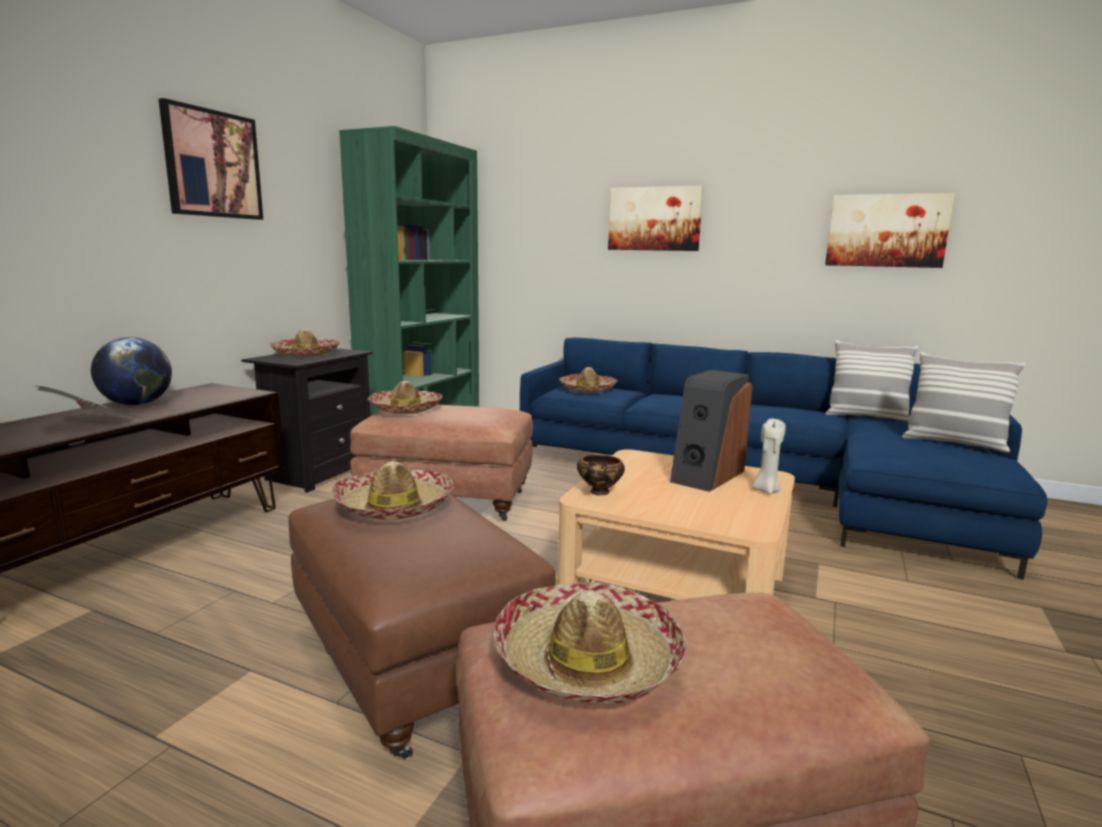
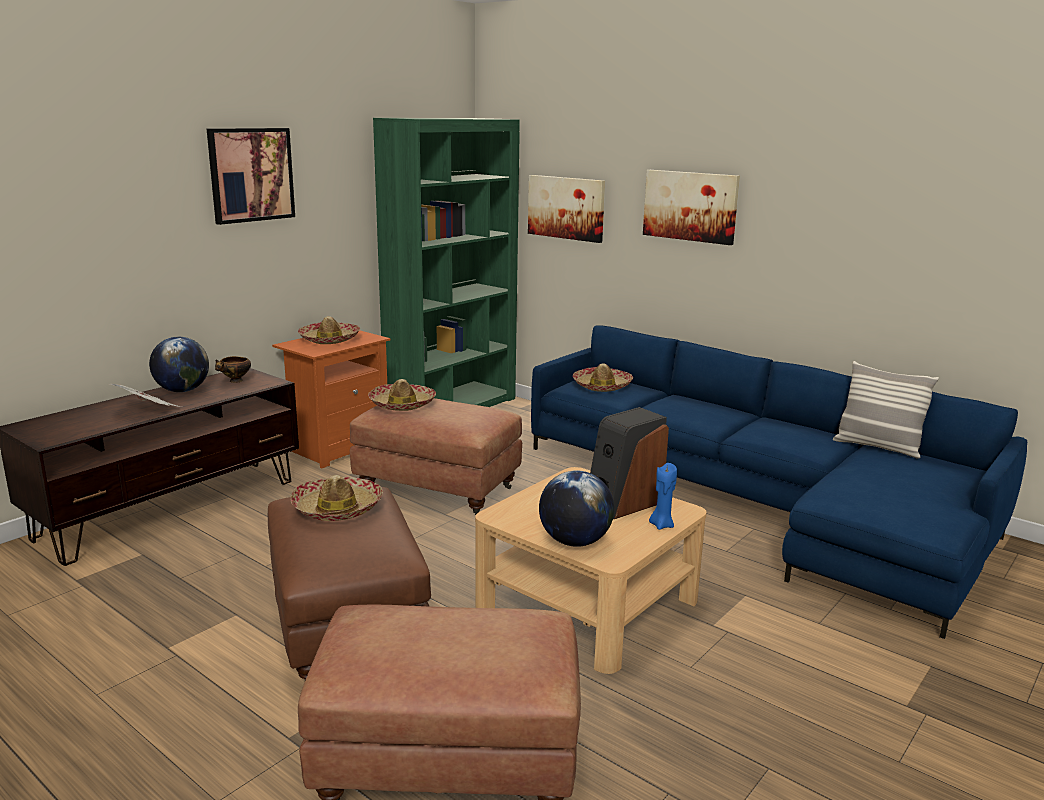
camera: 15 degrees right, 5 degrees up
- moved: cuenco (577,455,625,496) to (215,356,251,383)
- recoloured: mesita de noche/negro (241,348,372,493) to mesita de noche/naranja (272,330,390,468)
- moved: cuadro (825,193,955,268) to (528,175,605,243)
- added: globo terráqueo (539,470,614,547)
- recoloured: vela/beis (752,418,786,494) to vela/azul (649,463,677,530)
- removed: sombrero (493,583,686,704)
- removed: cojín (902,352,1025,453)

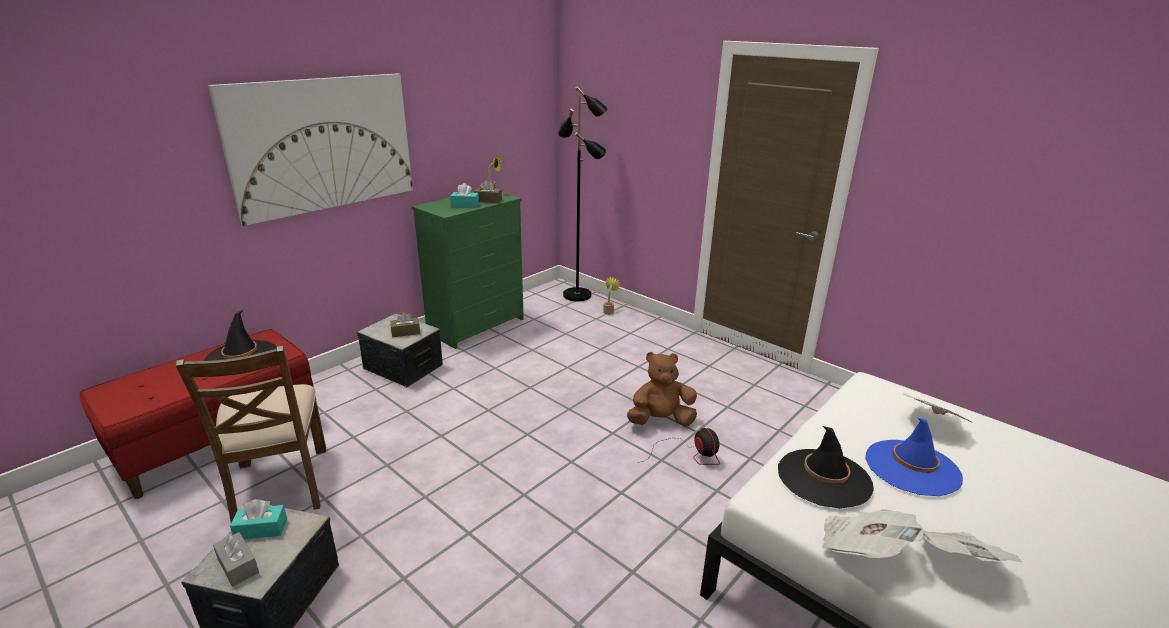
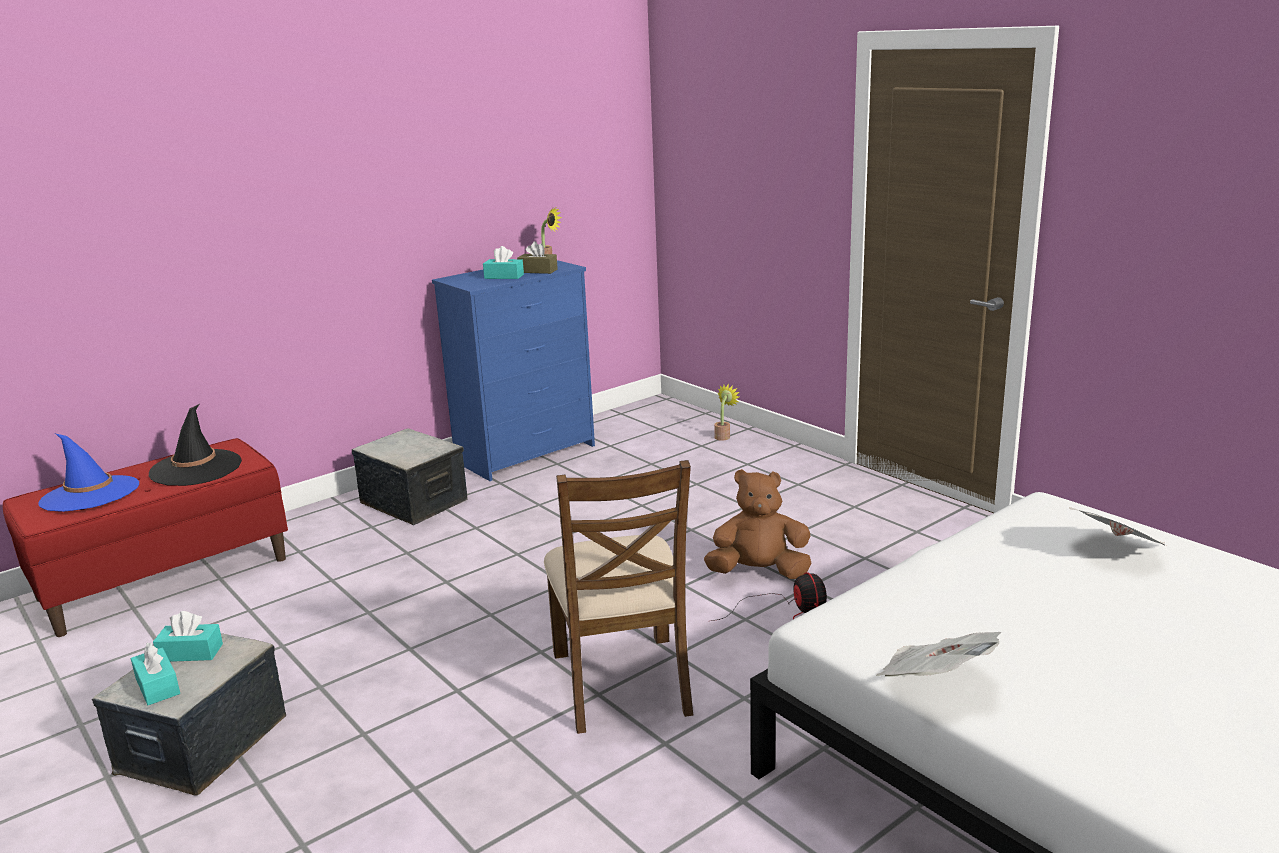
camera: 10 degrees right, 5 degrees down
- moved: sombrero/azul (865,418,963,496) to (38,433,139,512)
- recoloured: caja de pañuelos/gris (213,532,259,587) to caja de pañuelos/turquesa (131,643,180,705)
- recoloured: cómoda/verde (411,192,524,349) to cómoda/azul (432,260,595,481)
- moved: silla/marrón (176,346,326,523) to (544,460,693,734)
- removed: cuadro (208,73,413,226)
- removed: caja de pañuelos/marrón (390,312,420,337)
- removed: lámpara de pie/negro (558,86,608,302)
- removed: sombrero/negro (778,426,874,508)
- removed: periódico (923,531,1022,562)

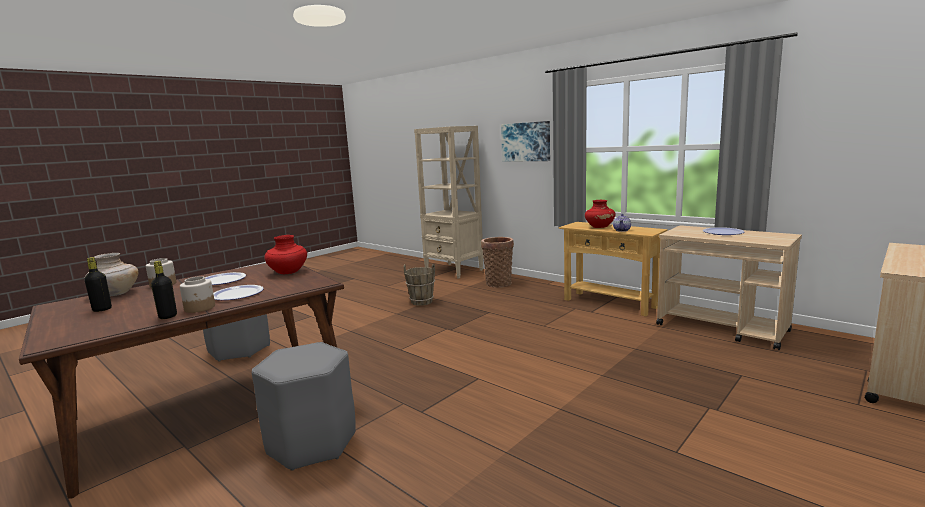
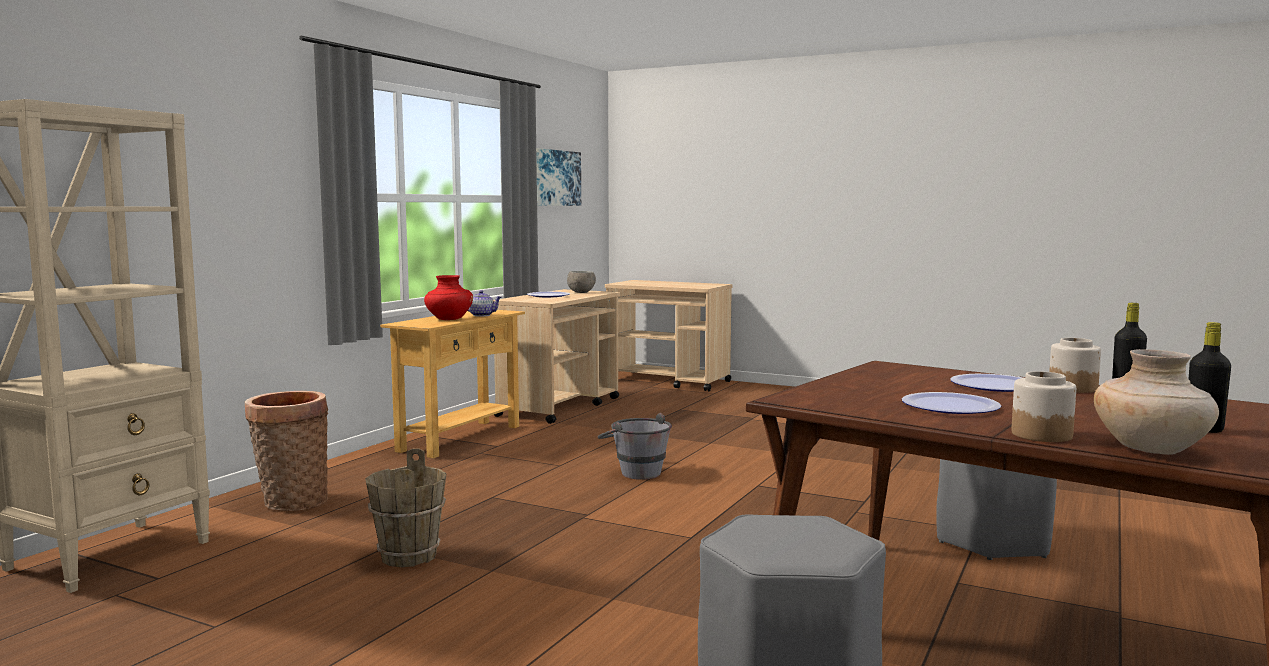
camera: 105 degrees left, 5 degrees down
- moved: cuadro (501,121,550,162) to (536,148,581,206)
- added: cuenco/gris (567,271,596,293)
- added: cubo/gris (598,413,672,480)
- removed: florero/rojo (264,235,307,274)

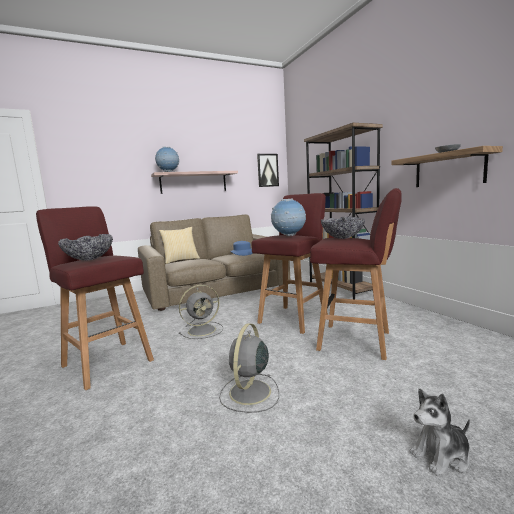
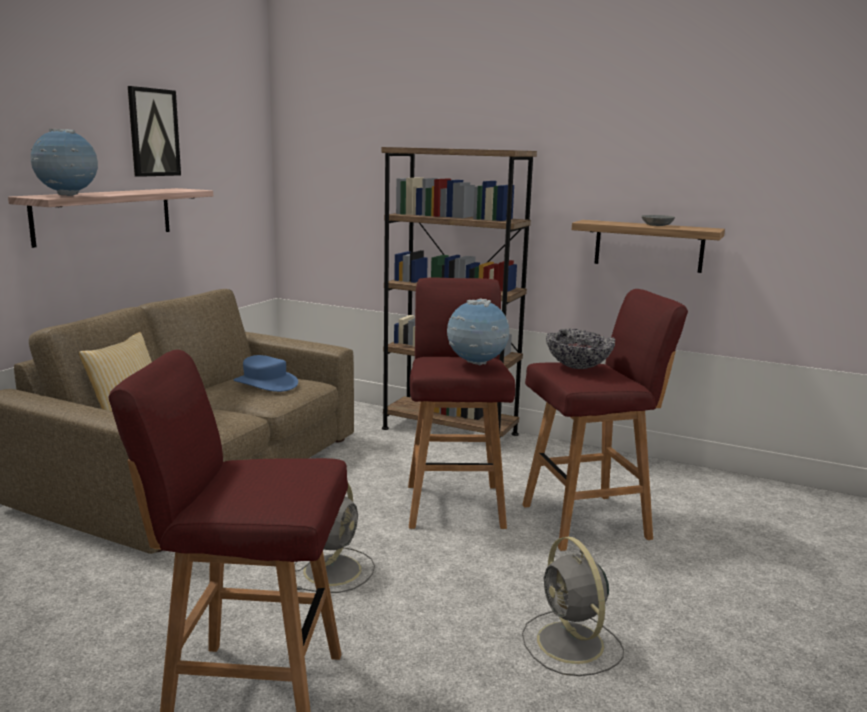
camera: 40 degrees left, 5 degrees up
- moved: cuadro (257,154,279,187) to (128,86,181,177)
- removed: cuenco (58,234,113,261)
- removed: peluche (410,388,470,476)

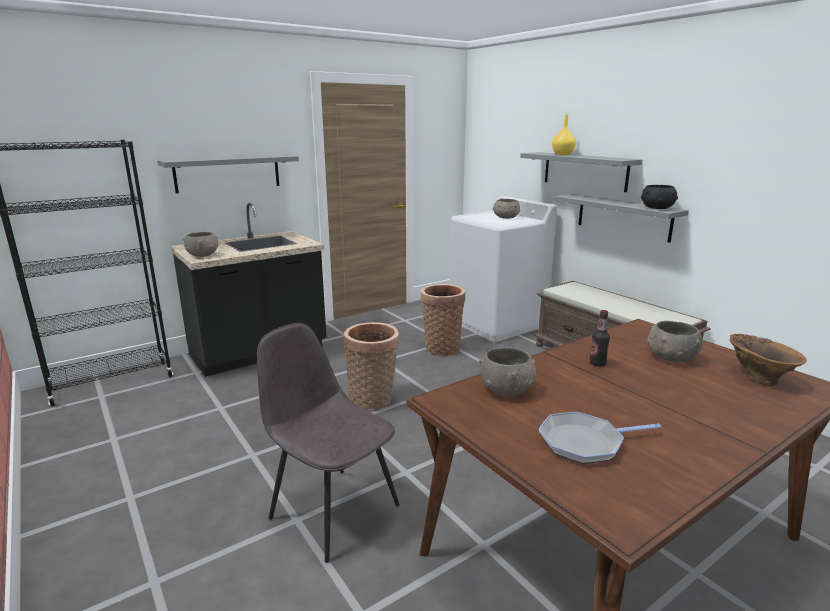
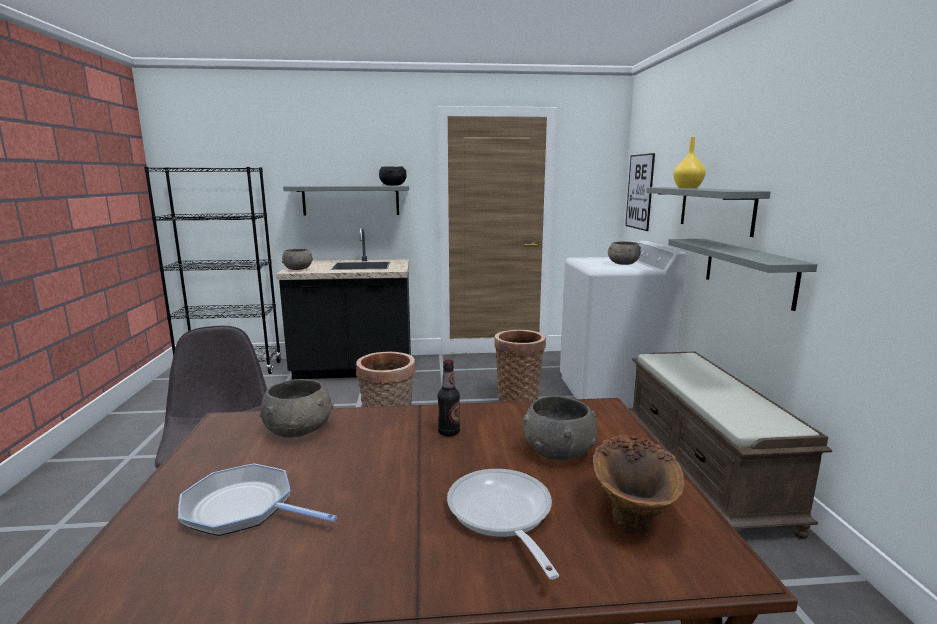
camera: 30 degrees right, 5 degrees down
- moved: cuenco/negro (640,185,678,209) to (379,166,407,186)
- added: sartén (447,469,559,579)
- added: cuadro (625,153,655,231)

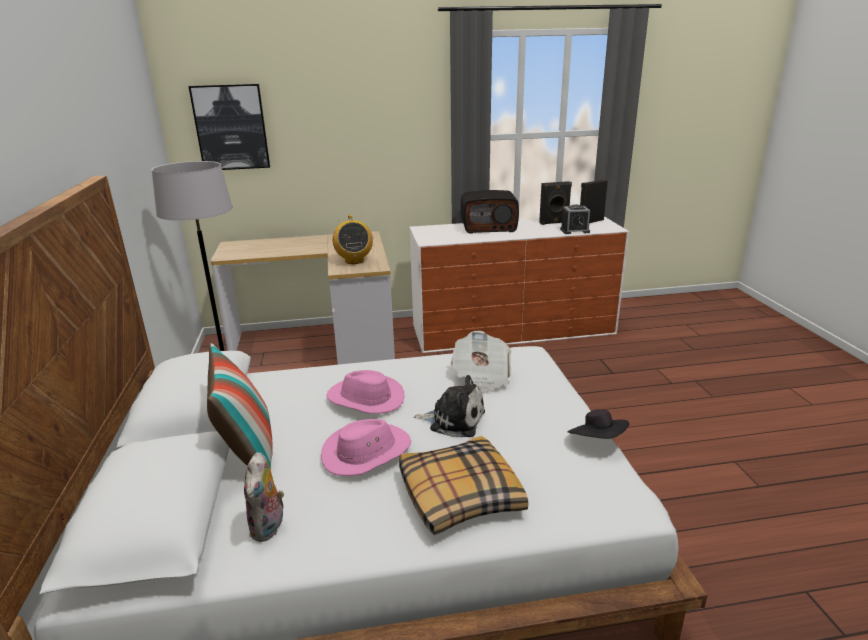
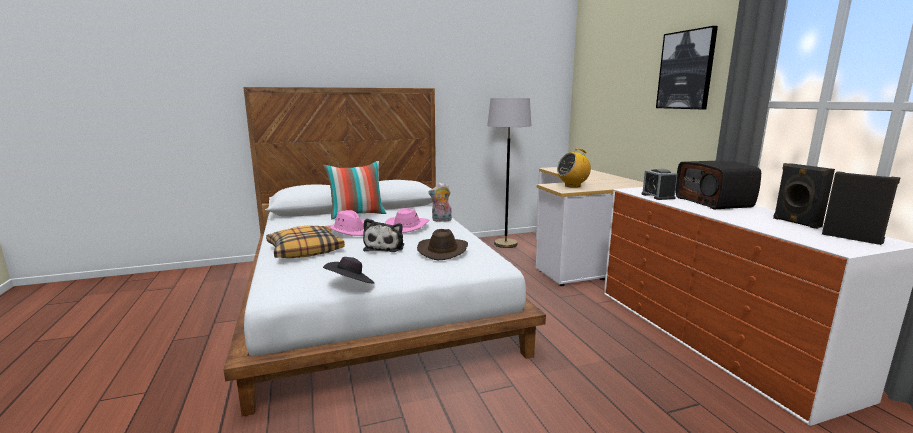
camera: 80 degrees right, 10 degrees down
- replaced: periódico (451,331,511,394) to sombrero/marrón (417,229,468,260)
- moved: peluche (244,452,284,542) to (428,182,452,222)
- moved: despertador (560,205,590,234) to (642,169,678,200)
- moved: cuadro (188,84,270,170) to (656,26,718,109)

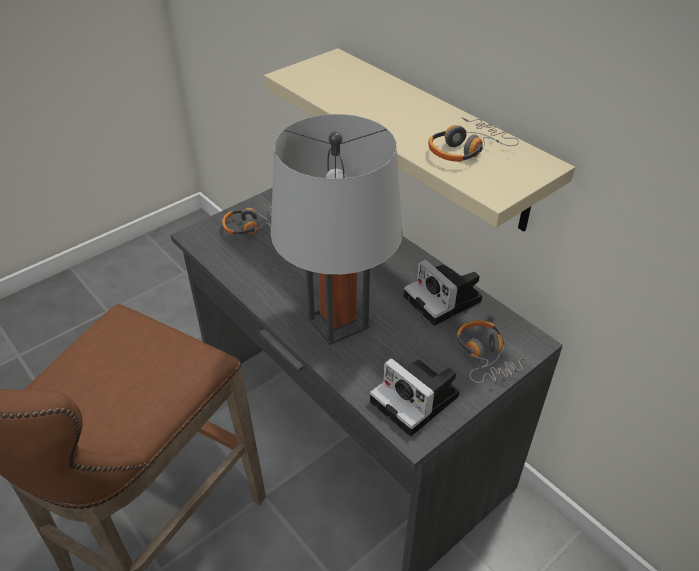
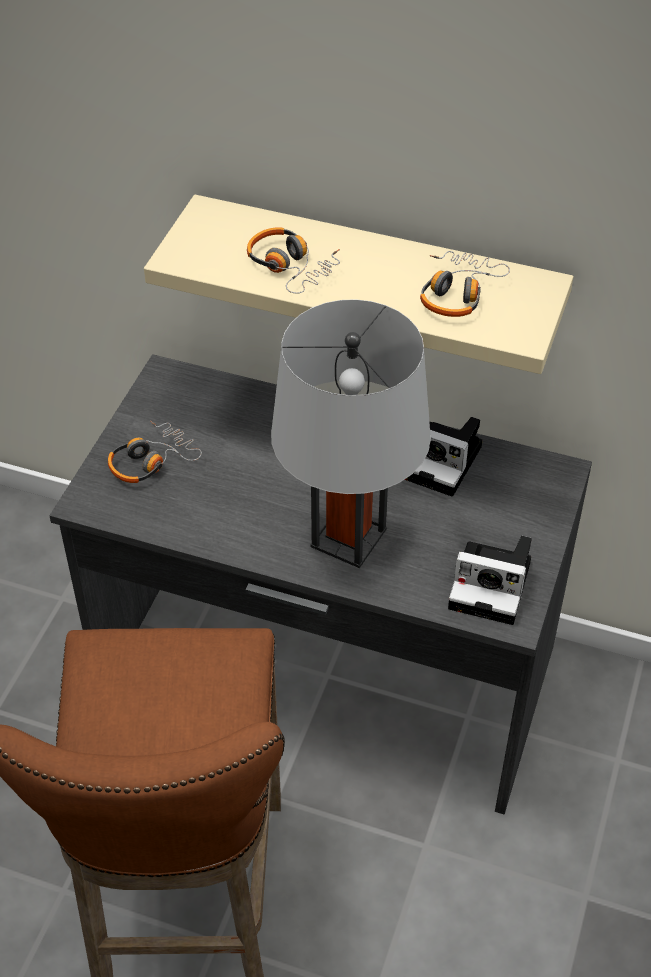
camera: 30 degrees left, 5 degrees up
- moved: auriculares (457,320,527,383) to (247,227,340,294)

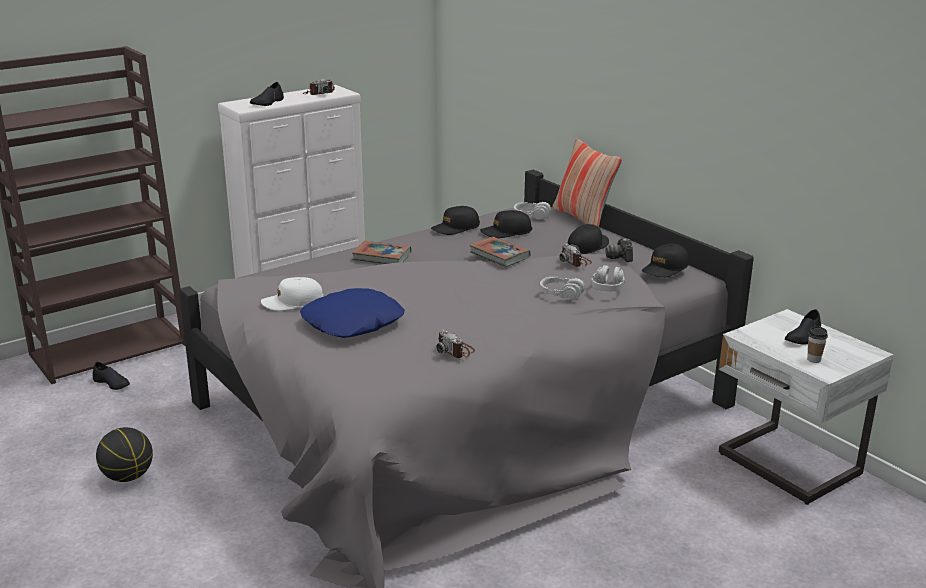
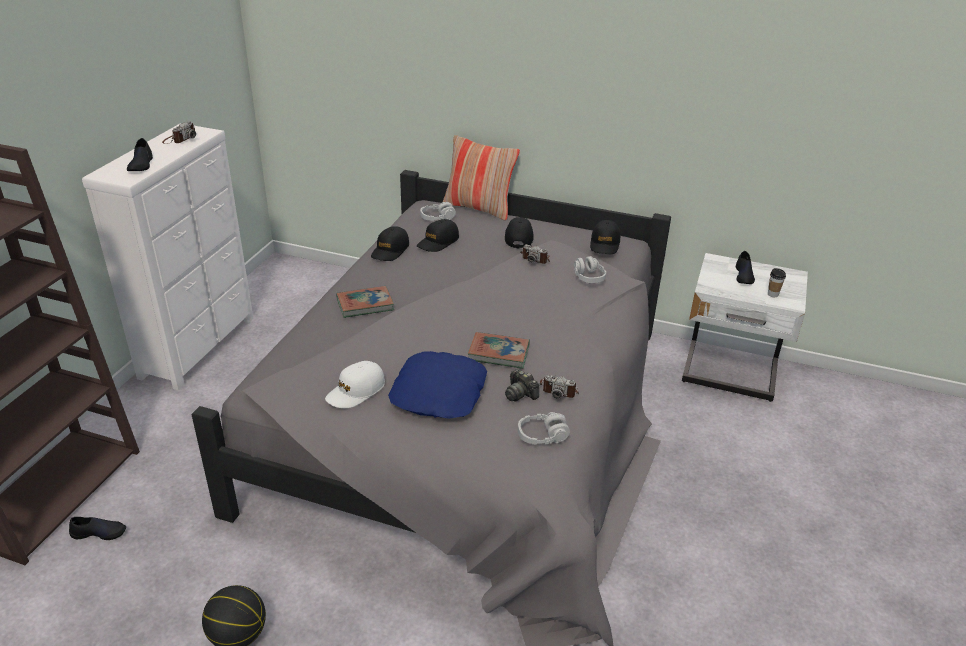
camera: 35 degrees left, 10 degrees up
- moved: libro (469,237,530,267) to (468,332,530,369)
- moved: cámara (605,238,633,262) to (505,369,539,401)
- moved: auriculares/gris (540,277,585,300) to (518,412,570,445)

